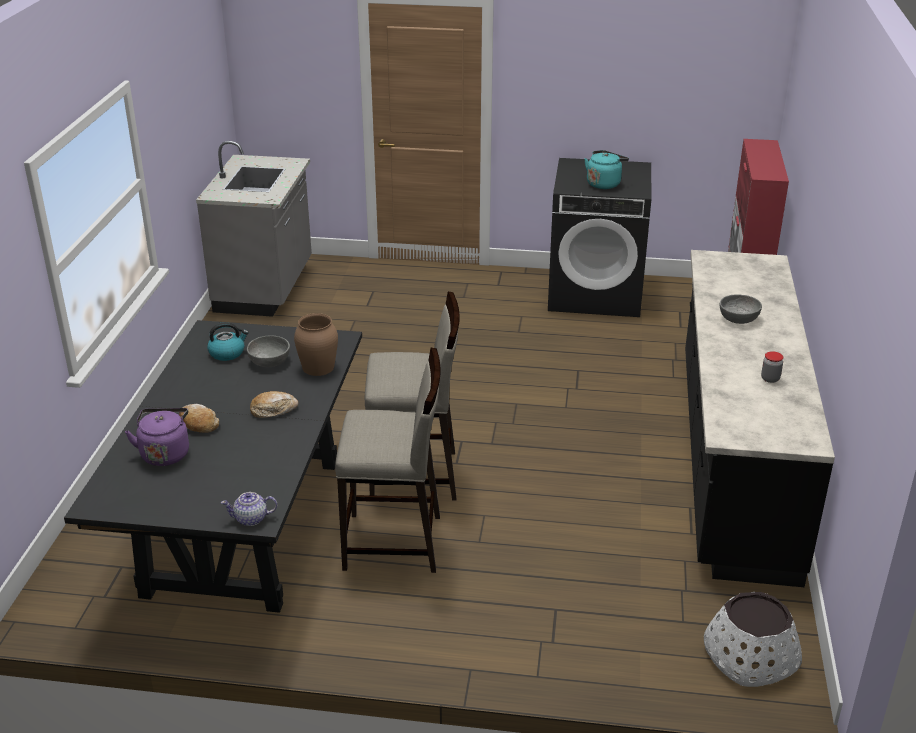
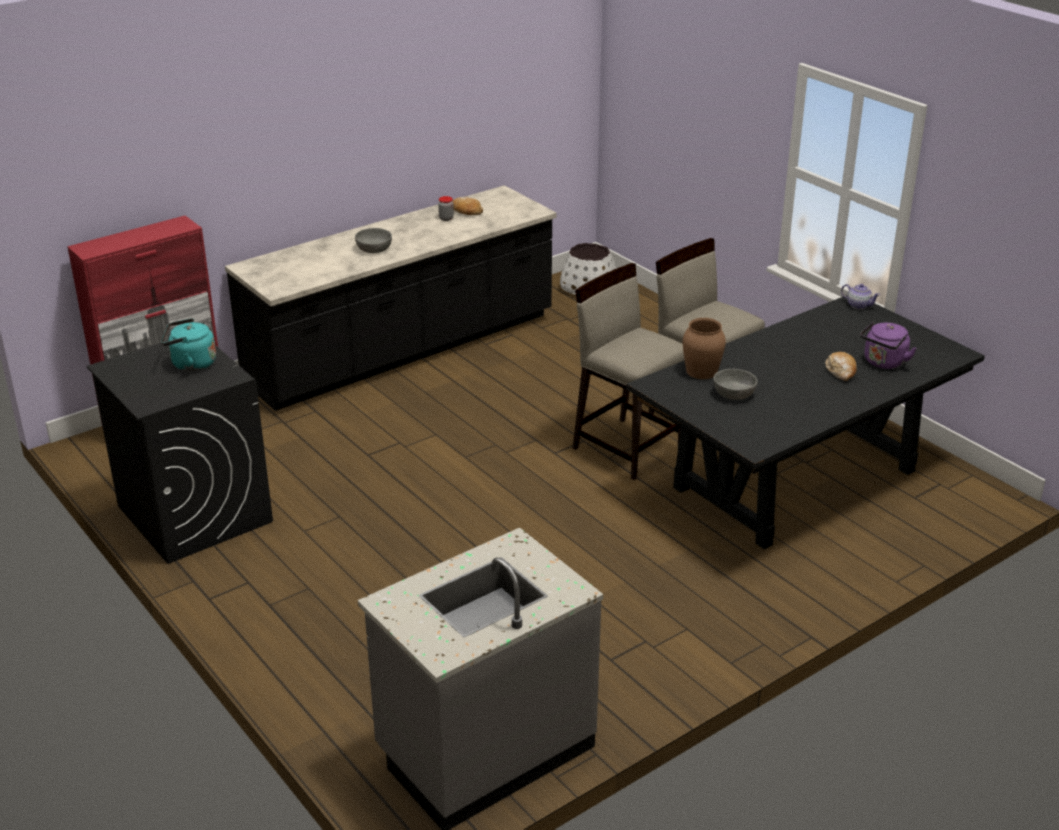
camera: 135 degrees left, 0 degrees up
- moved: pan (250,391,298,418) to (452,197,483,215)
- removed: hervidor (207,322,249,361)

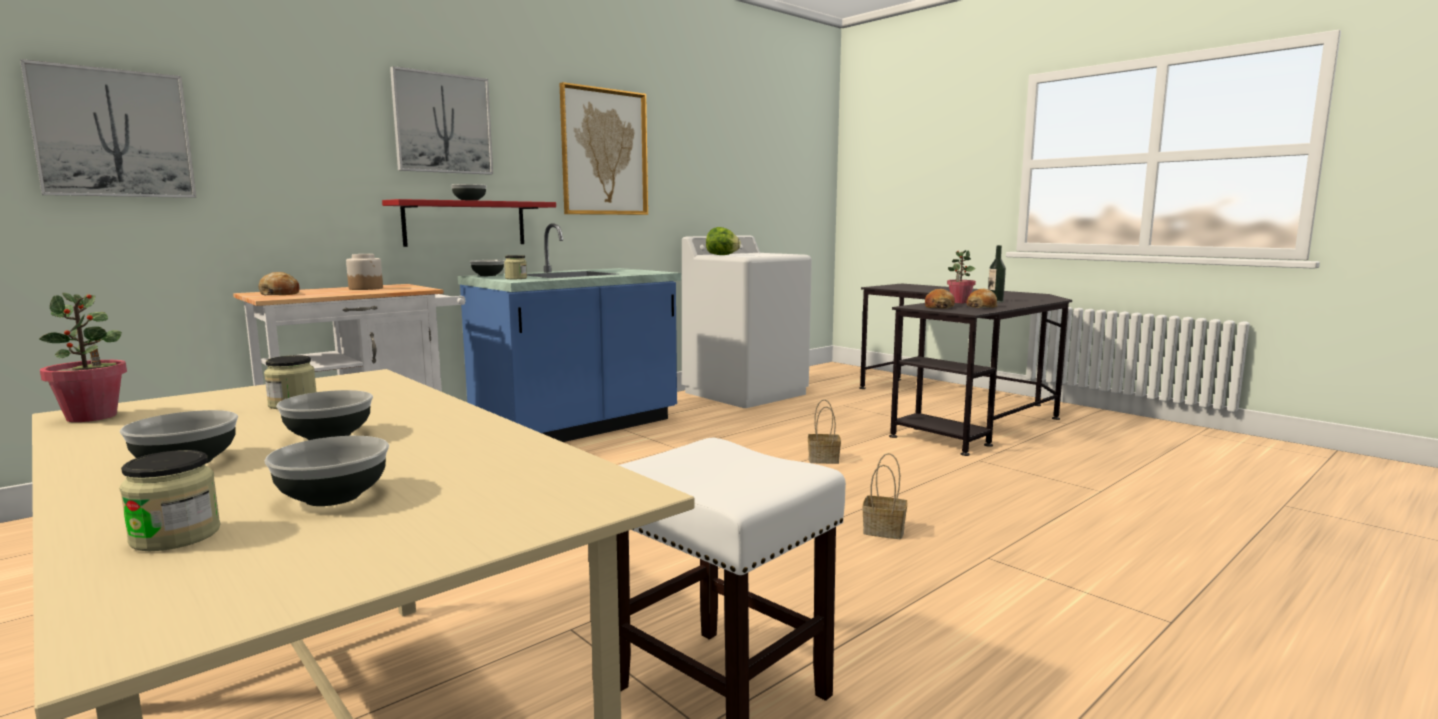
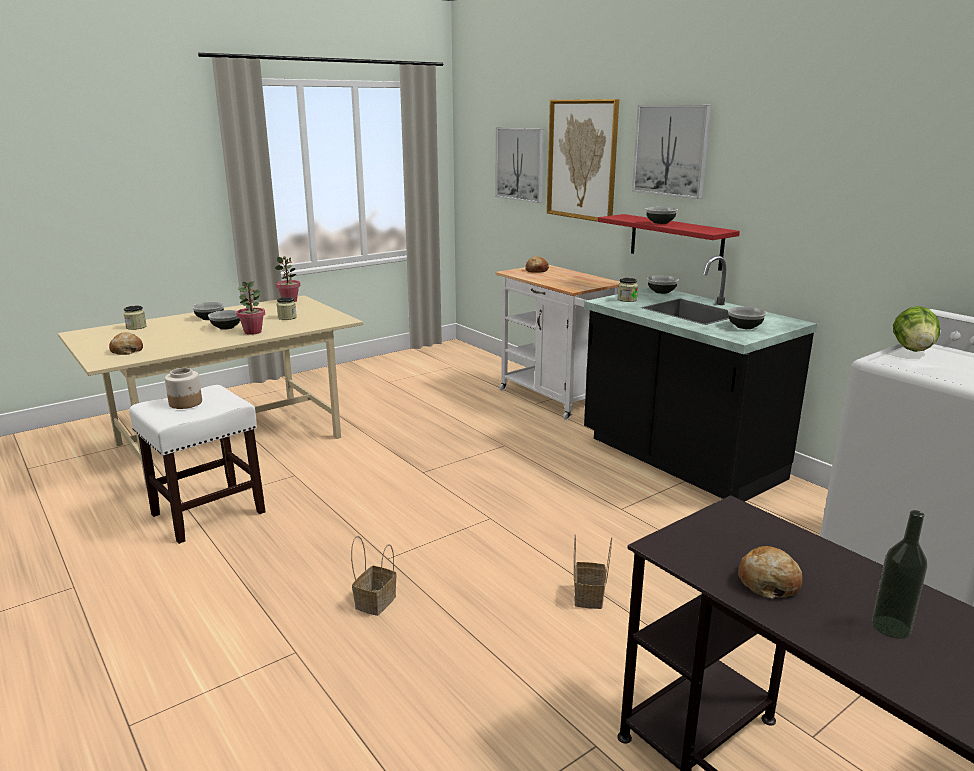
camera: 95 degrees right, 10 degrees up
- moved: pan (925,289,955,309) to (109,332,143,355)
- moved: tarro (346,254,383,290) to (165,368,202,409)
- moved: planta en maceta (947,250,976,303) to (236,281,265,335)
- moved: cuadro (559,82,648,215) to (547,99,619,222)
- recoloured: mueble bajo de cocina/azul (458,223,681,442) to mueble bajo de cocina/negro (584,256,817,502)
- moved: cuenco (265,436,389,506) to (728,307,766,329)

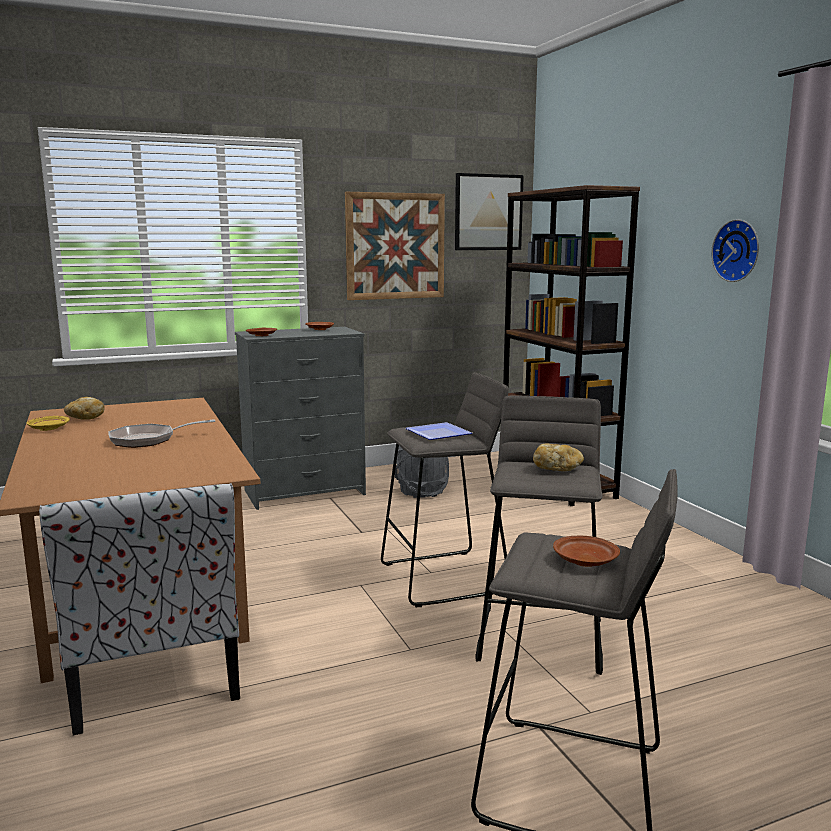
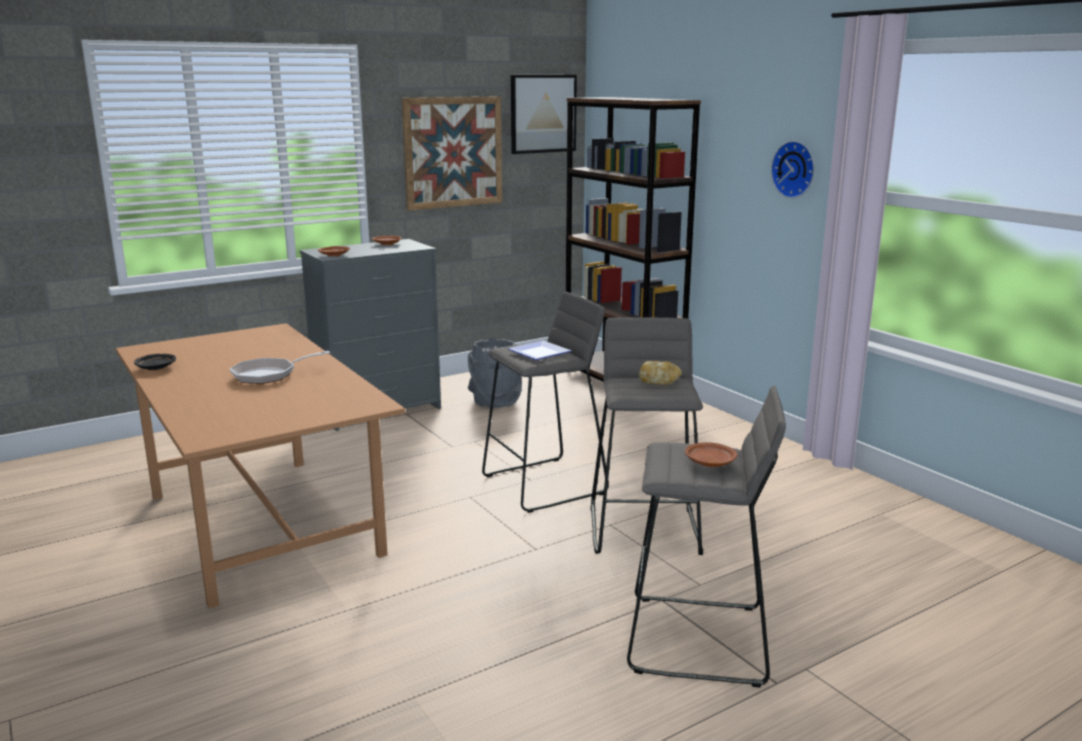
camera: 10 degrees left, 5 degrees up
- recoloured: plato/amarillo (27,416,70,431) to plato/negro (134,354,176,370)
- removed: silla (39,483,240,735)
- removed: pan (64,397,105,420)

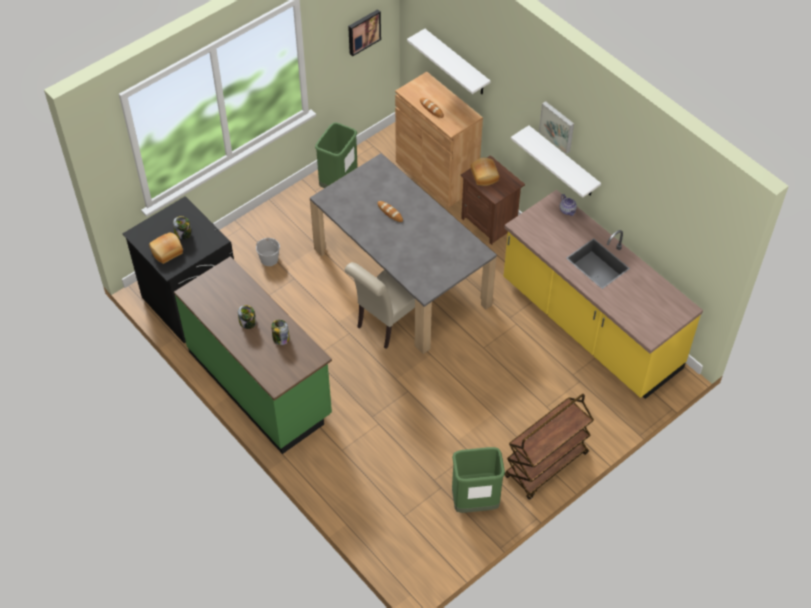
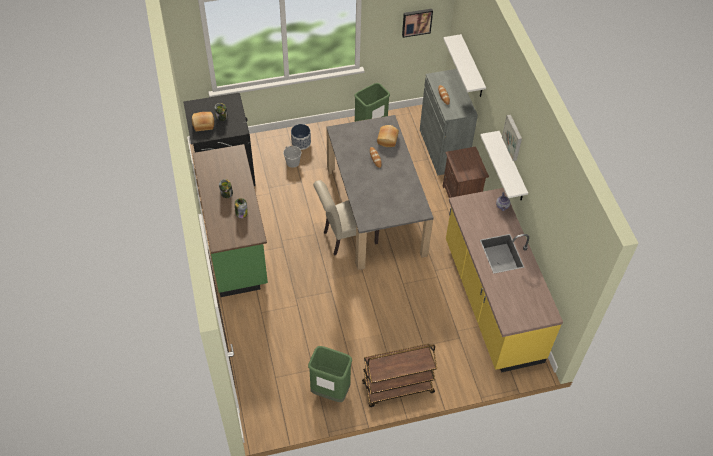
camera: 25 degrees right, 0 degrees up
- added: maceta (291,124,311,150)
- moved: pan (471,158,499,186) to (377,125,399,147)
- recoloured: armario/marrón (395,72,483,208) to armario/gris (420,69,478,175)

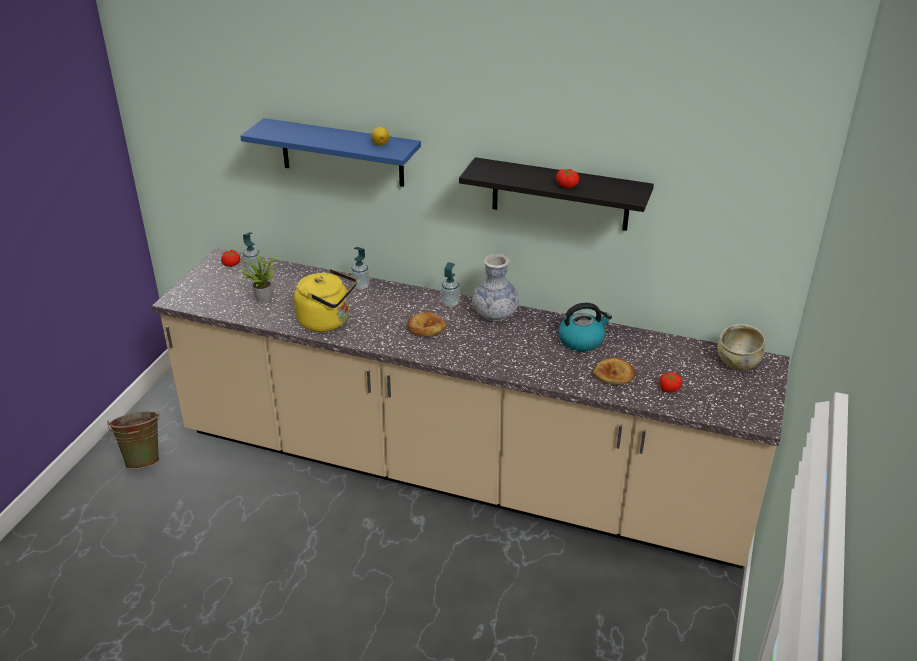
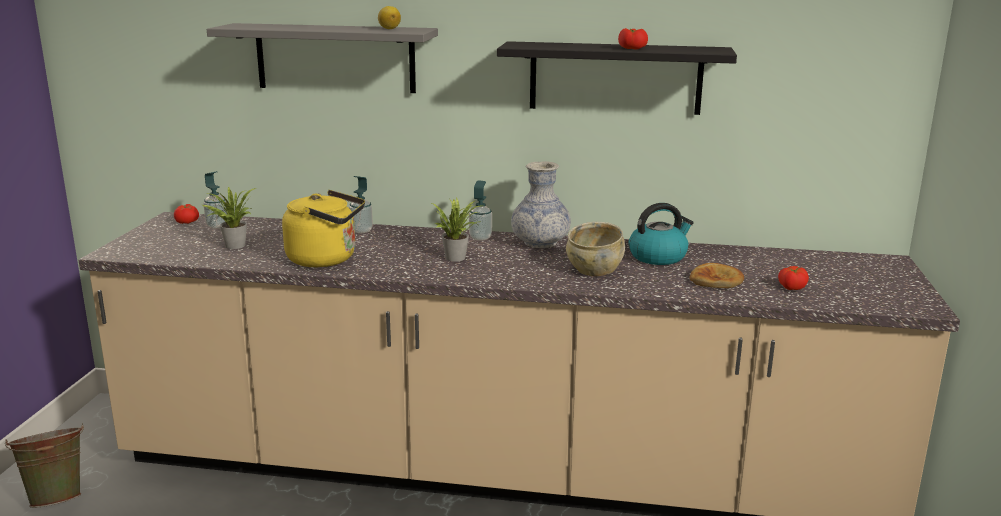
camera: 10 degrees left, 15 degrees down
- recoloured: estante/azul (240,118,421,187) to estante/gris (206,23,438,93)
- replaced: pan (407,312,446,337) to planta en maceta (432,197,480,262)
- moved: cuenco/beis (717,324,765,371) to (566,222,625,276)

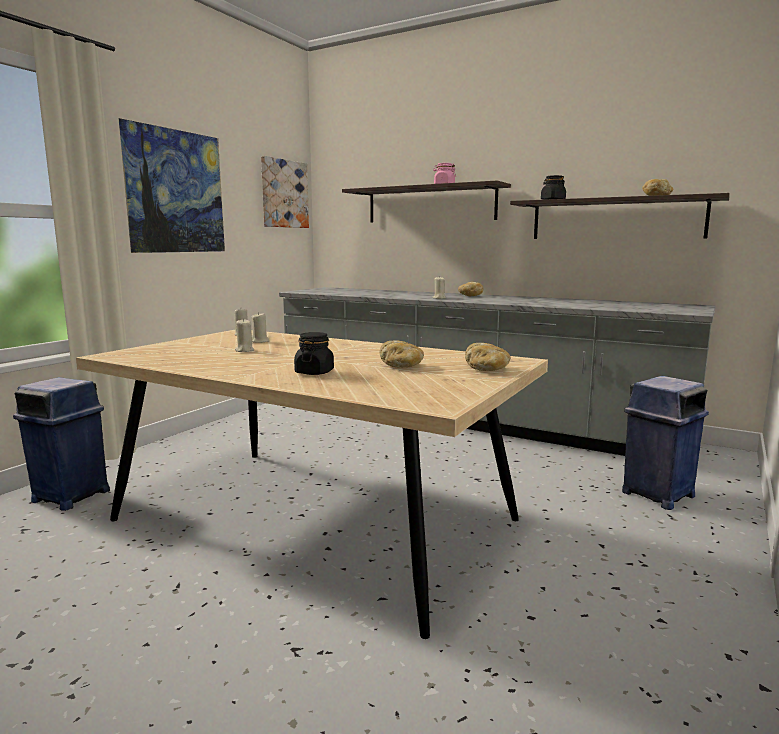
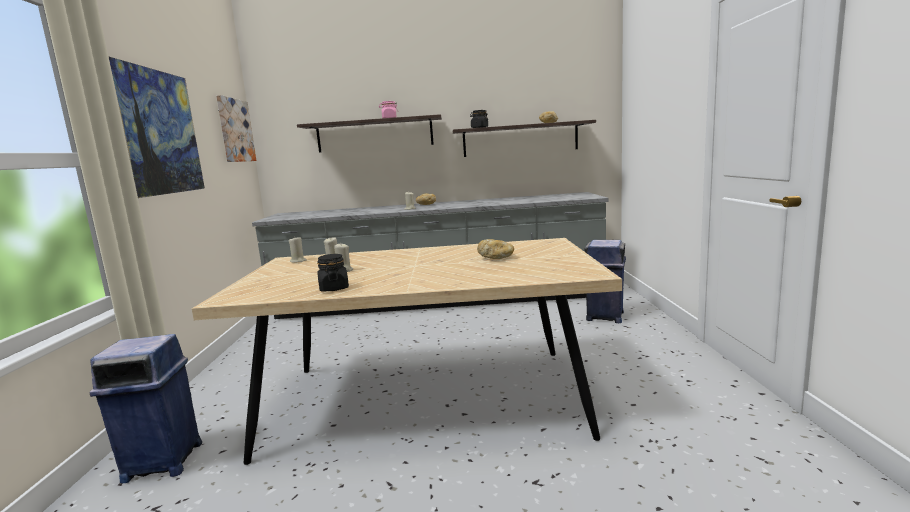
camera: 30 degrees left, 0 degrees up
- moved: tarro/negro (294,332,334,375) to (317,254,349,292)
- removed: pan (465,343,510,371)

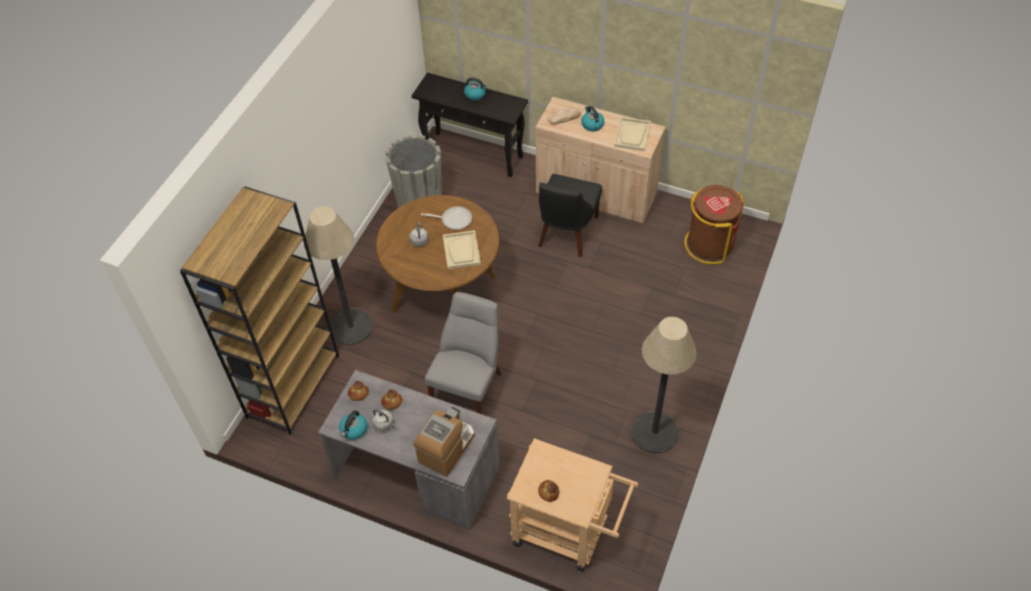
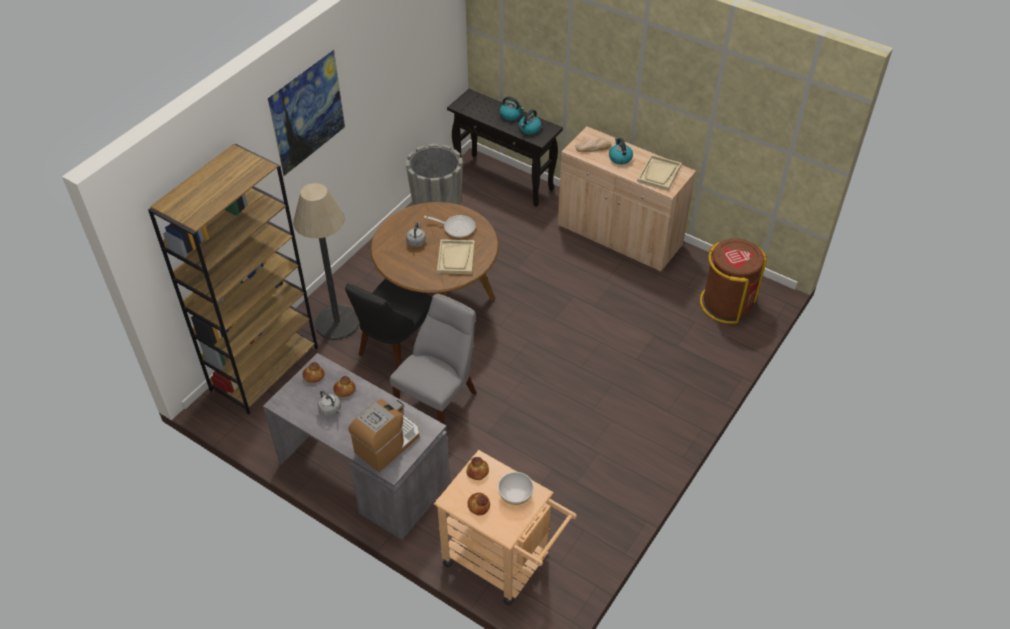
camera: 10 degrees right, 5 degrees down
- added: cuadro (268,50,345,176)
- moved: silla/negro (538,174,602,257) to (345,278,432,368)
- added: pan (466,457,489,480)
- added: cuenco/blanco (498,472,534,505)
- moved: hervidor (339,410,368,440) to (519,109,541,134)
- removed: lámpara de pie (631,317,697,453)

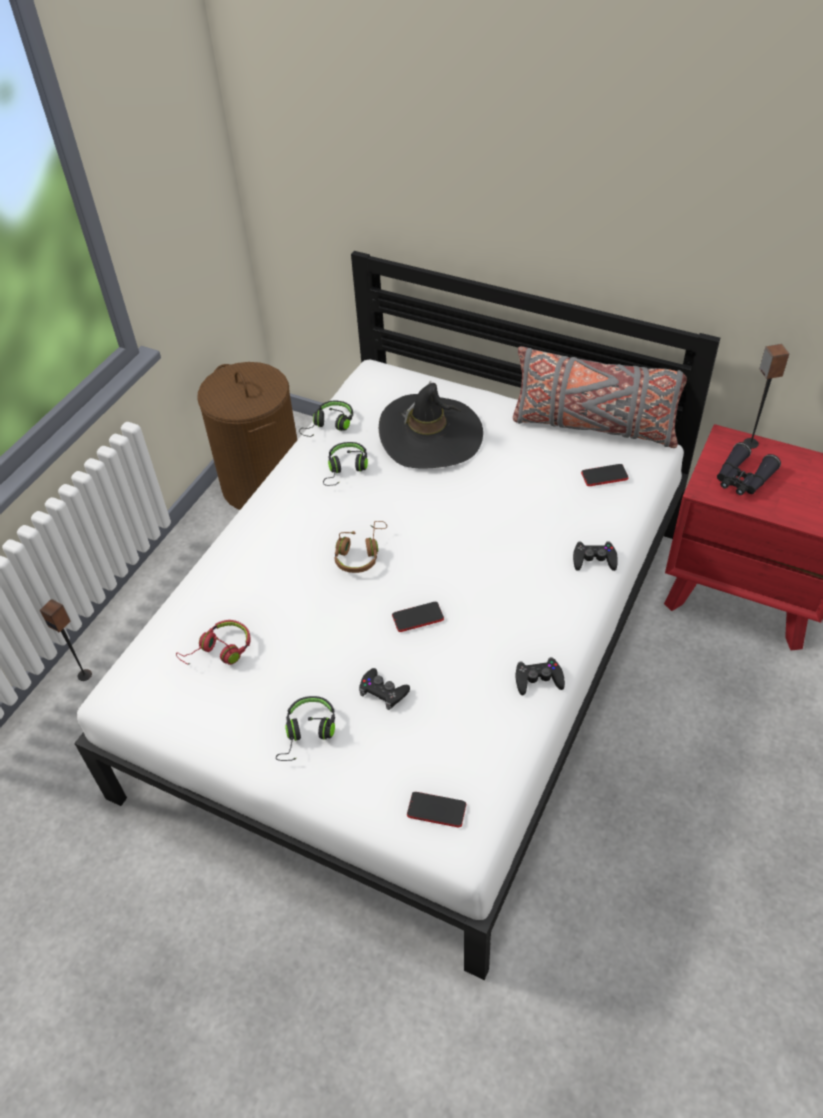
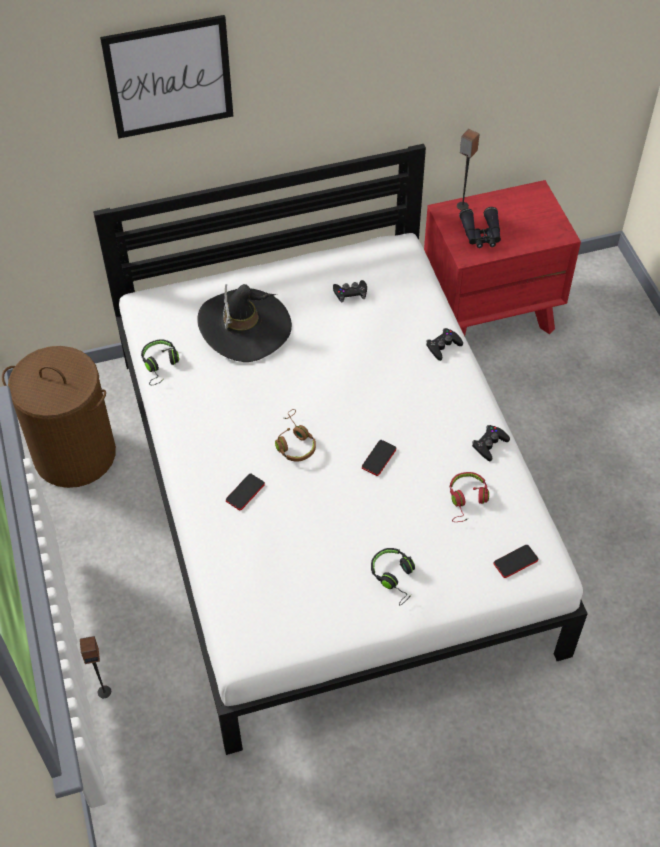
camera: 45 degrees left, 5 degrees up
- added: cuadro (100,15,233,139)
- moved: móvil (581,464,629,486) to (226,474,265,510)
- moved: mando de consola/negro (359,668,410,710) to (333,280,367,302)
- moved: auriculares/rojo (176,620,251,665) to (450,472,489,522)
- removed: auriculares/negro (323,442,368,486)
- removed: cojín/gris (513,346,687,448)

